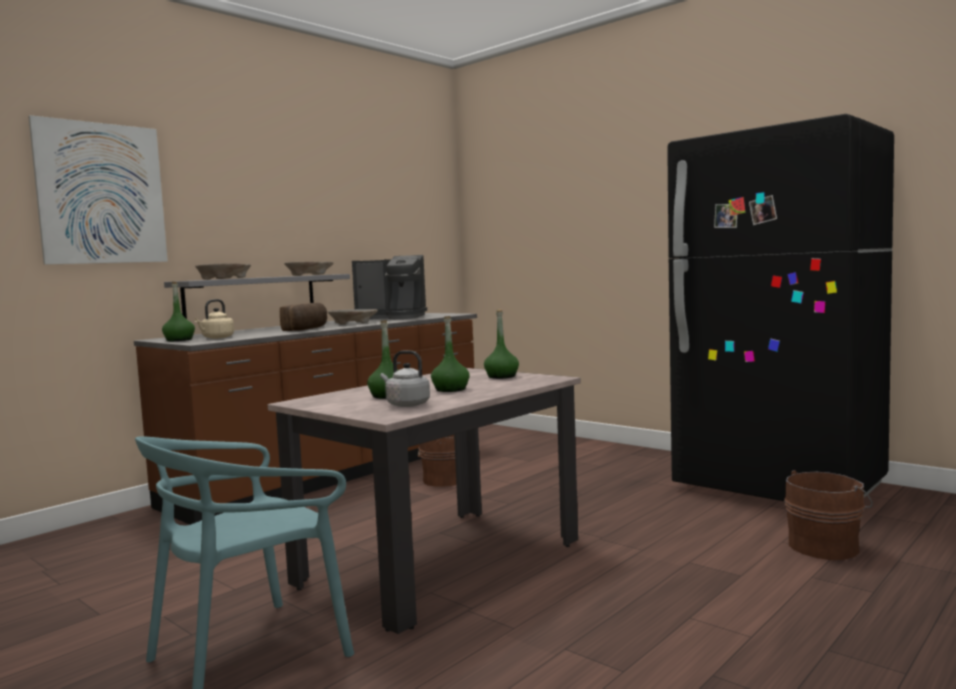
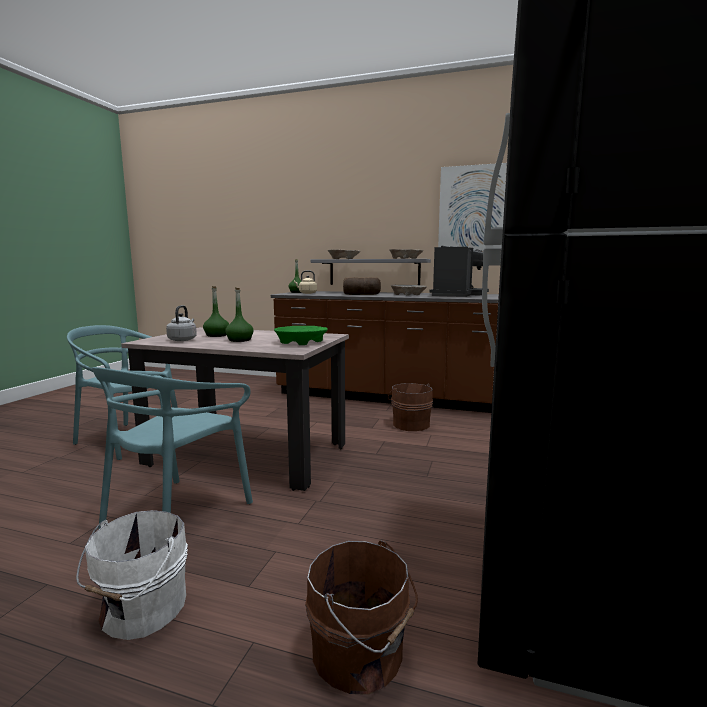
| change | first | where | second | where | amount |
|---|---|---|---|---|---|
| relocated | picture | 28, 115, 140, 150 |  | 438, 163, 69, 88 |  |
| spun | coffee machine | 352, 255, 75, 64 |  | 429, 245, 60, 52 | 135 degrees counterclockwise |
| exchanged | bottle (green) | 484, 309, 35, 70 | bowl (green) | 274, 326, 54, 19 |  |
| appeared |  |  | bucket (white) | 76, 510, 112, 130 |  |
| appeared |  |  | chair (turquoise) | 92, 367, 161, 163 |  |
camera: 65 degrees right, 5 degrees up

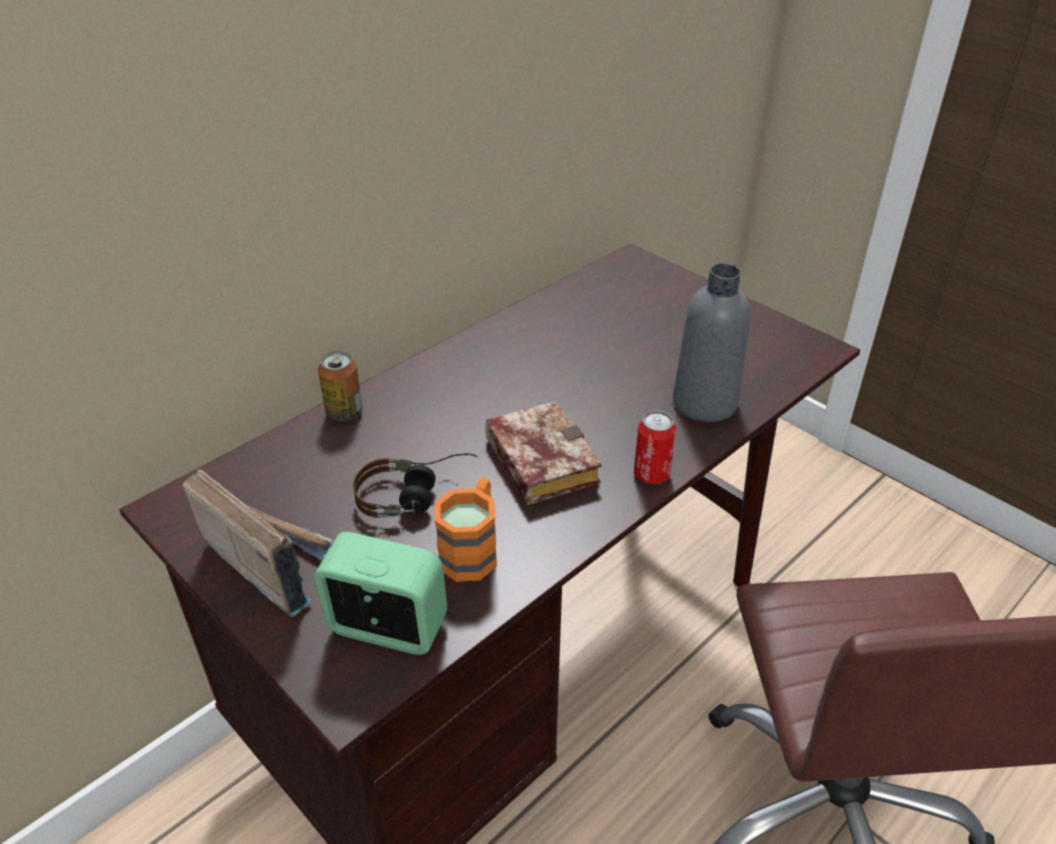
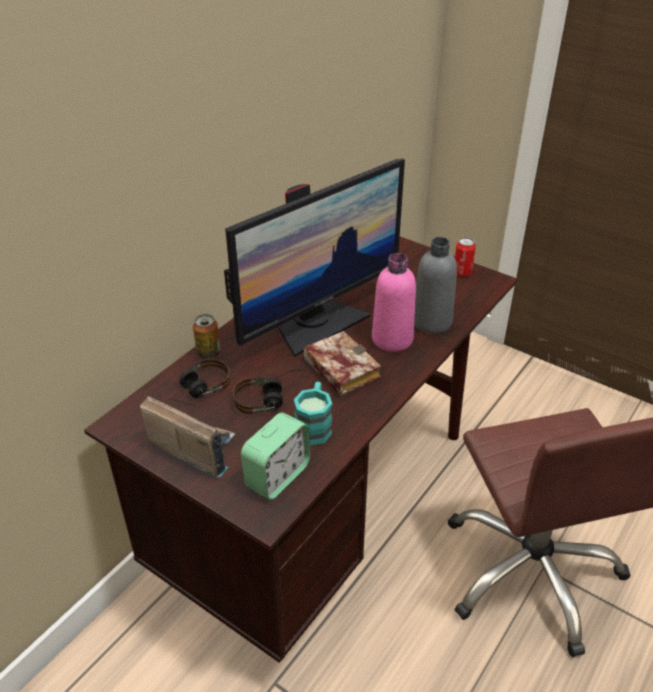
| change | first | where | second | where | amount |
|---|---|---|---|---|---|
| spun | alarm clock | 314, 532, 133, 123 |  | 241, 412, 69, 88 | 120 degrees clockwise |
| colour | mug (orange) | 434, 478, 63, 104 | mug (turquoise) | 294, 382, 38, 64 |  |
| relocated | can | 634, 411, 42, 73 |  | 454, 237, 22, 39 |  |
| appeared |  |  | headphones | 169, 359, 62, 46 |  |
| appeared |  |  | monitor | 224, 158, 181, 199 |  |
| appeared |  |  | bottle (pink) | 372, 253, 44, 99 |  |
camera: 10 degrees left, 0 degrees up

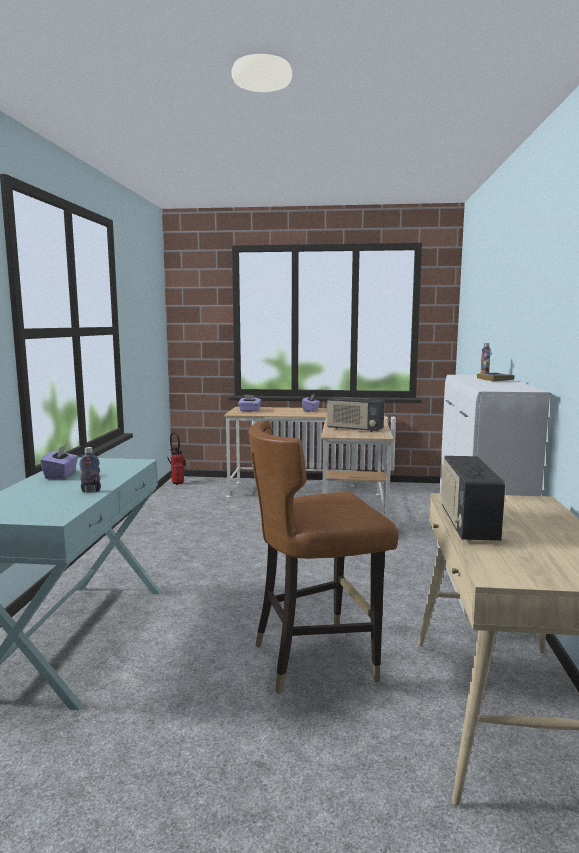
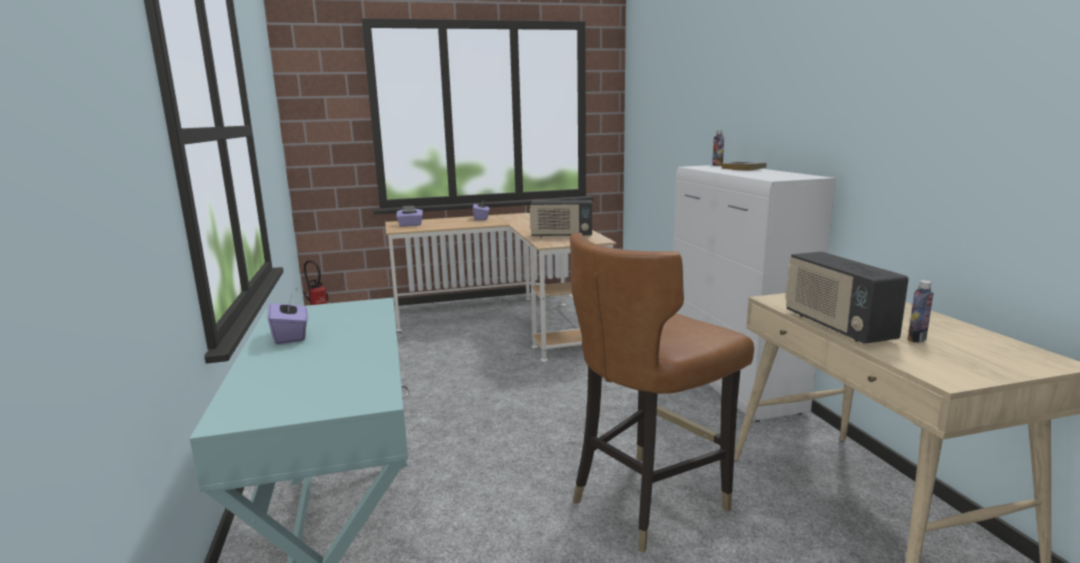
| change | first | where | second | where | amount |
|---|---|---|---|---|---|
| relocated | bottle | 79, 447, 22, 46 |  | 908, 280, 26, 63 |  |
camera: 20 degrees left, 5 degrees up

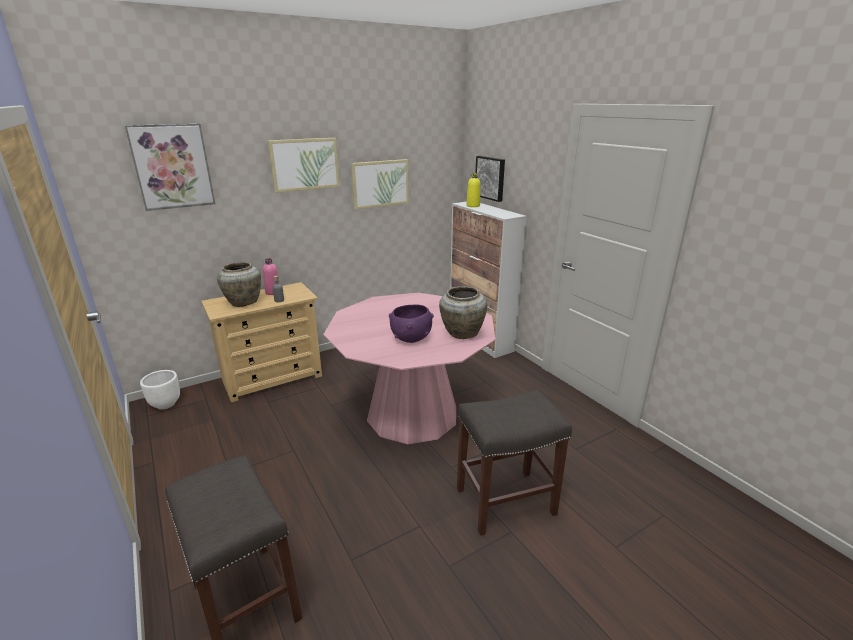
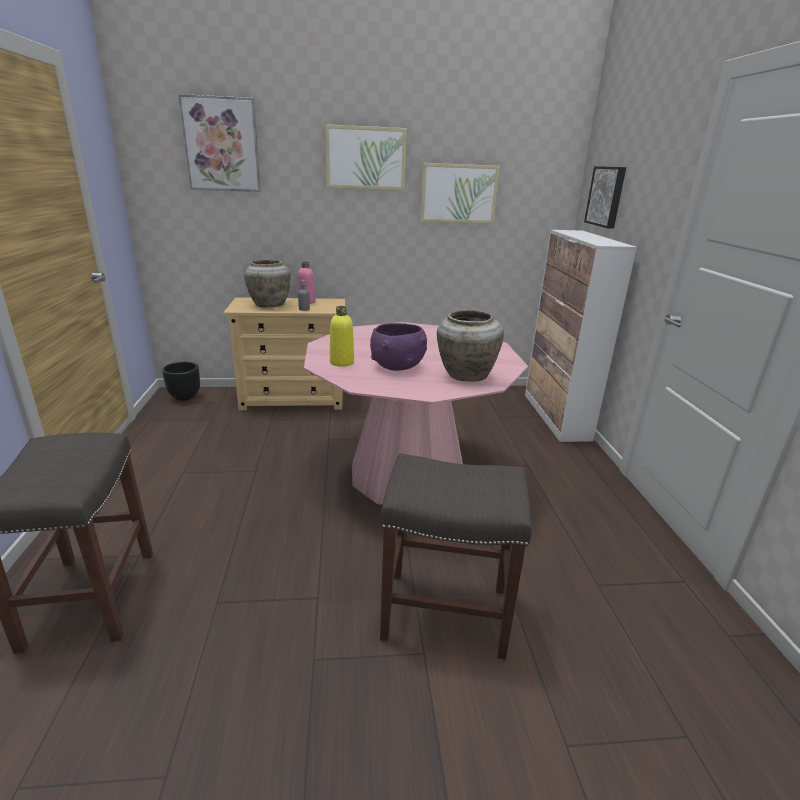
| change | first | where | second | where | amount |
|---|---|---|---|---|---|
| colour | planter (white) | 140, 370, 40, 40 | planter (black) | 162, 362, 38, 39 |  |
| relocated | bottle (yellow) | 467, 173, 13, 34 |  | 330, 306, 24, 61 |  |
camera: 25 degrees right, 0 degrees up

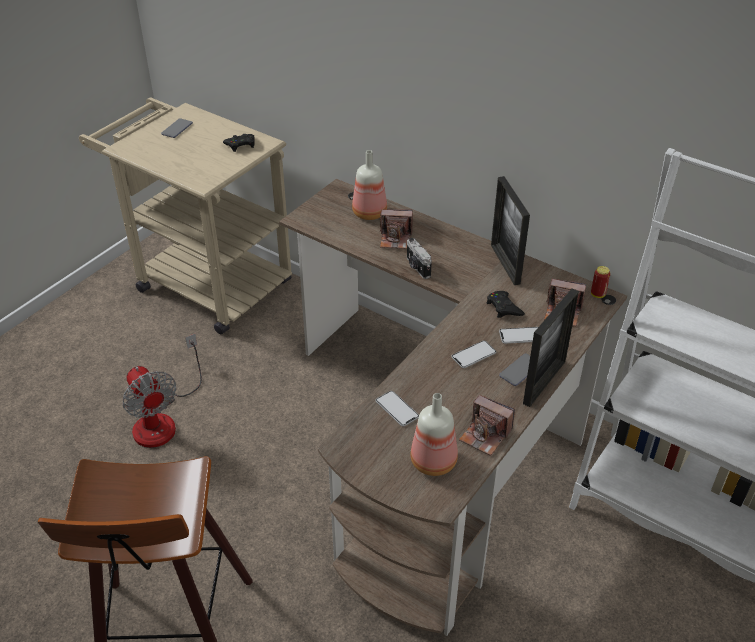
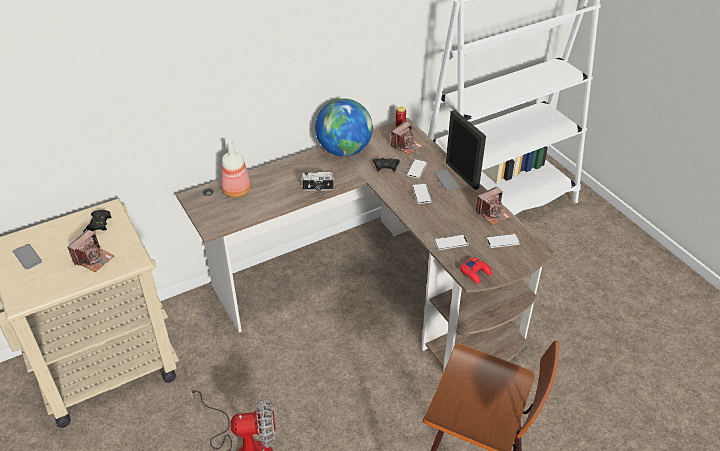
| change | first | where | second | where | amount |
|---|---|---|---|---|---|
| relocated | photo camera | 380, 210, 33, 39 |  | 67, 230, 48, 42 |  |
| exchanged | bottle | 411, 393, 47, 83 | phone | 486, 234, 34, 14 |  |
| exchanged | picture frame | 491, 176, 39, 109 | globe | 315, 98, 58, 59 |  |
| appeared |  |  | game controller (red) | 460, 258, 32, 26 |  |
camera: 65 degrees left, 0 degrees up

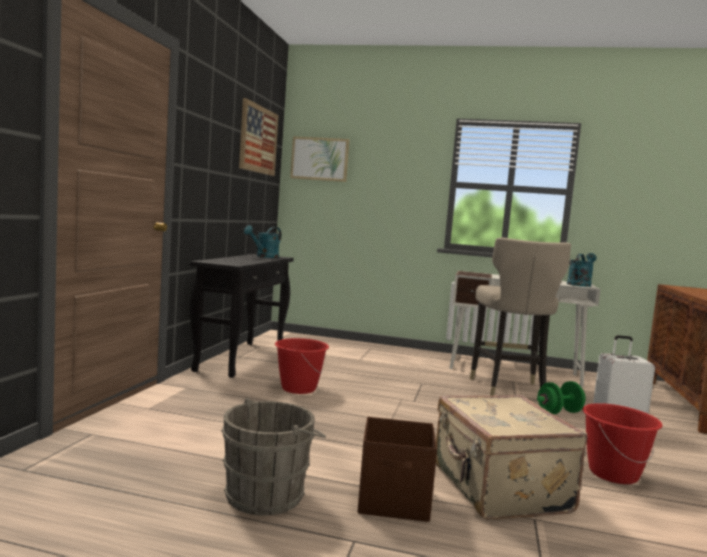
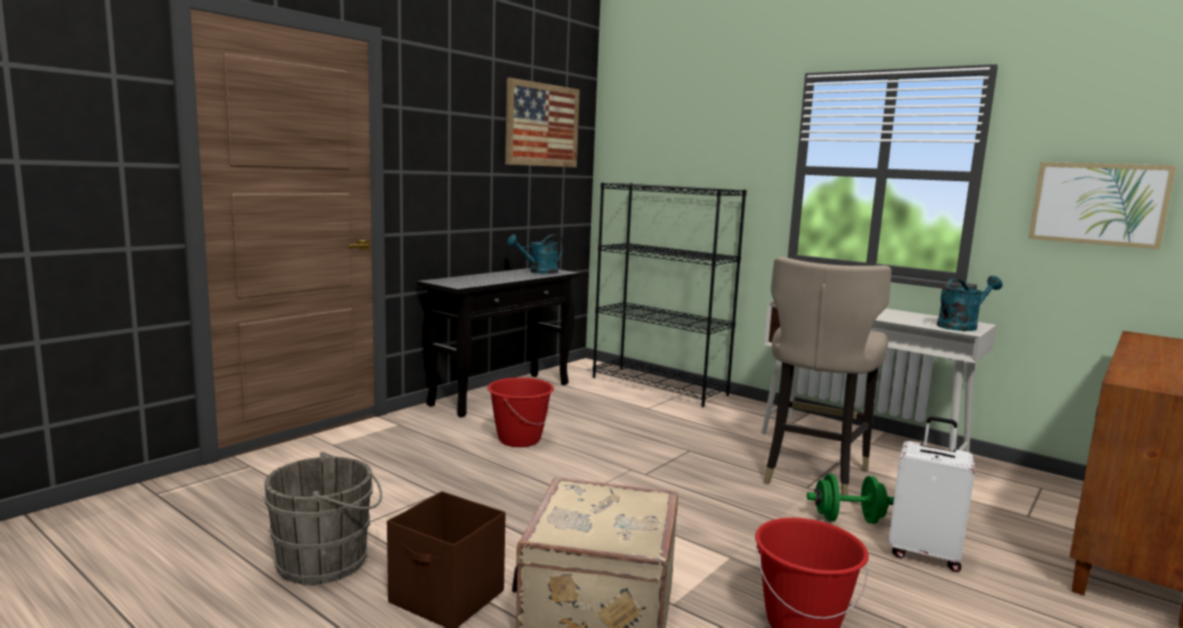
| change | first | where | second | where | amount |
|---|---|---|---|---|---|
| relocated | picture | 290, 136, 59, 46 |  | 1028, 162, 148, 87 |  |
| appeared |  |  | bookcase (black) | 593, 183, 154, 224 |  |
camera: 25 degrees right, 5 degrees up

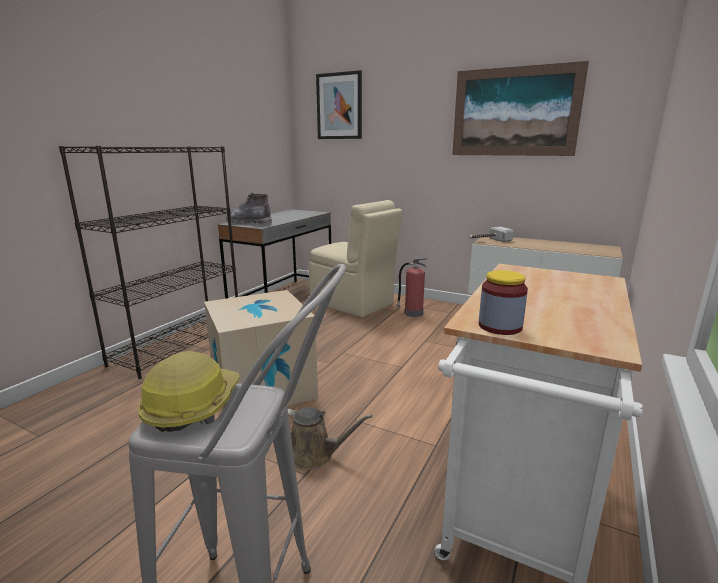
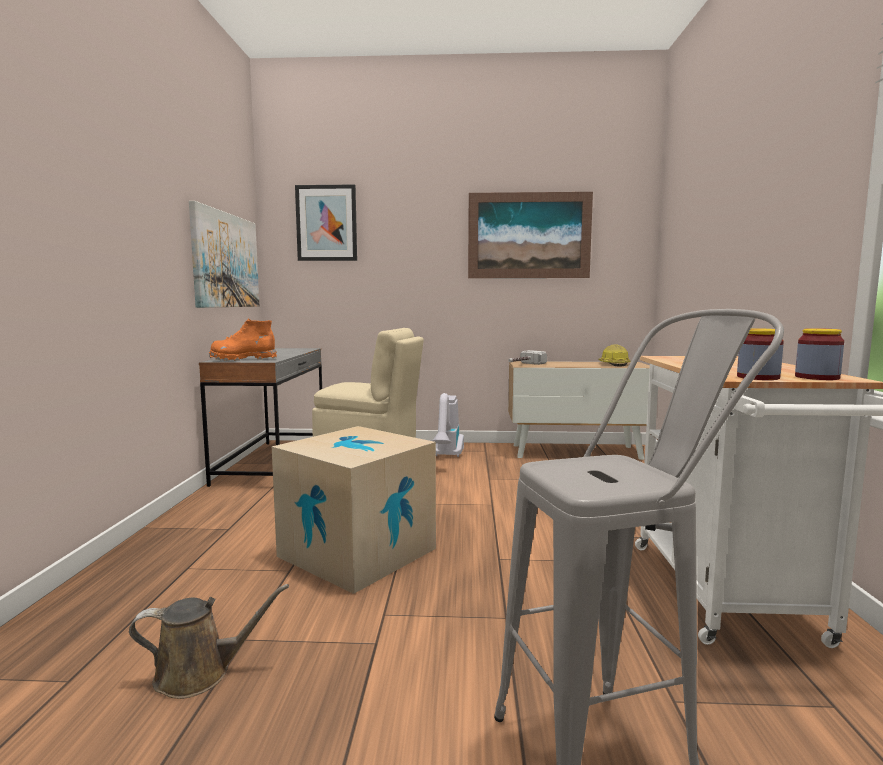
| change | first | where | second | where | amount |
|---|---|---|---|---|---|
| missing | bookcase (black) | 59, 146, 179, 233 |  |  |  |
| relocated | hard hat | 139, 351, 101, 81 |  | 598, 344, 33, 23 |  |
| colour | boot (grey) | 226, 192, 46, 33 | boot (orange) | 209, 319, 68, 42 |  |
| relocated | watering can (brown) | 288, 407, 85, 63 |  | 129, 584, 160, 115 |  |
| exchanged | fire extinguisher | 397, 258, 31, 59 | vacuum cleaner | 431, 393, 33, 64 |  |
| appeared |  |  | picture | 189, 201, 70, 107 |  |
| appeared |  |  | jar | 795, 328, 49, 52 |  |
camera: 25 degrees left, 10 degrees down

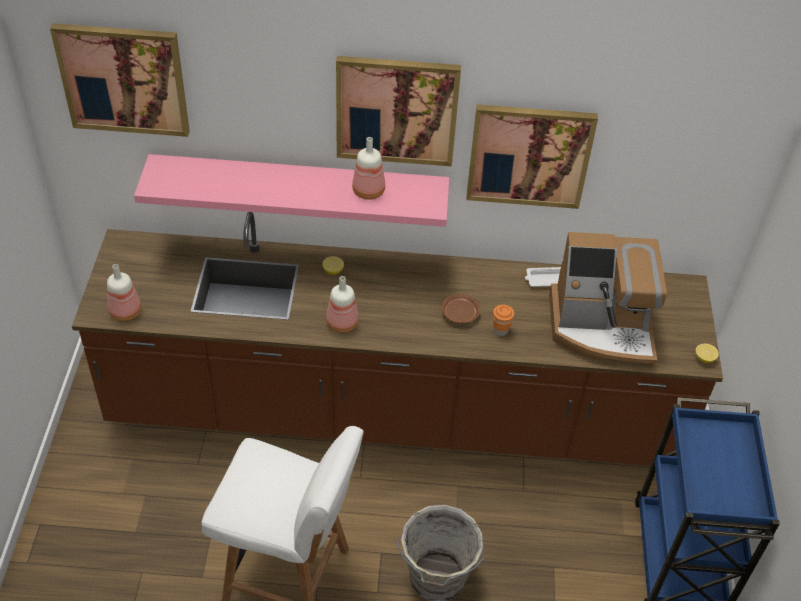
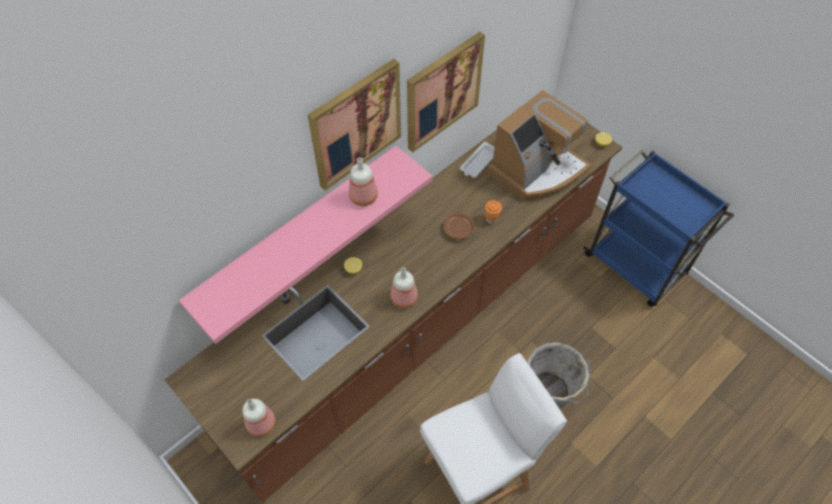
| change | first | where | second | where | amount |
|---|---|---|---|---|---|
| missing | picture | 50, 23, 140, 114 |  |  |  |
camera: 45 degrees left, 10 degrees up

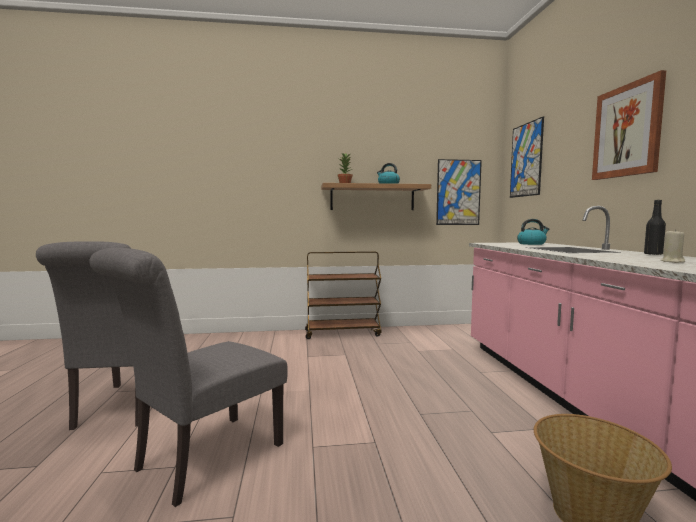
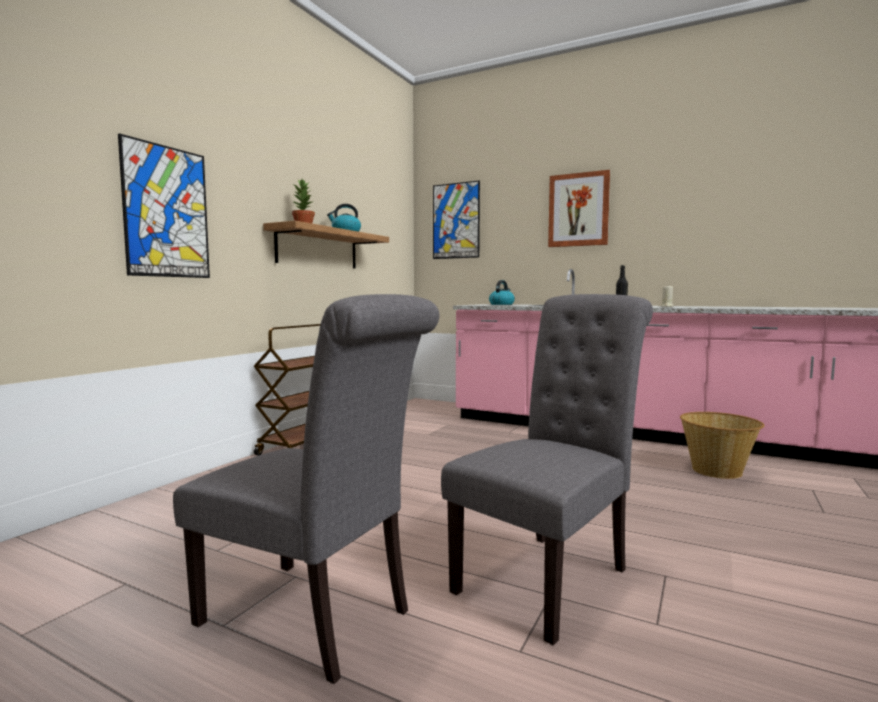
| change | first | where | second | where | amount |
|---|---|---|---|---|---|
| spun | chair (grey) | 89, 248, 199, 259 |  | 441, 294, 212, 351 | 120 degrees counterclockwise |
| relocated | picture | 436, 159, 46, 66 |  | 118, 133, 92, 145 |  |
camera: 55 degrees left, 0 degrees up

